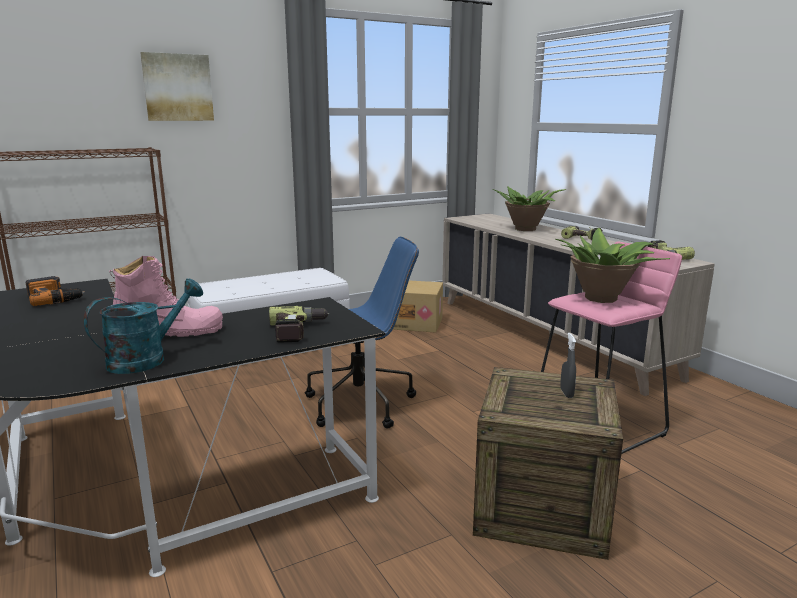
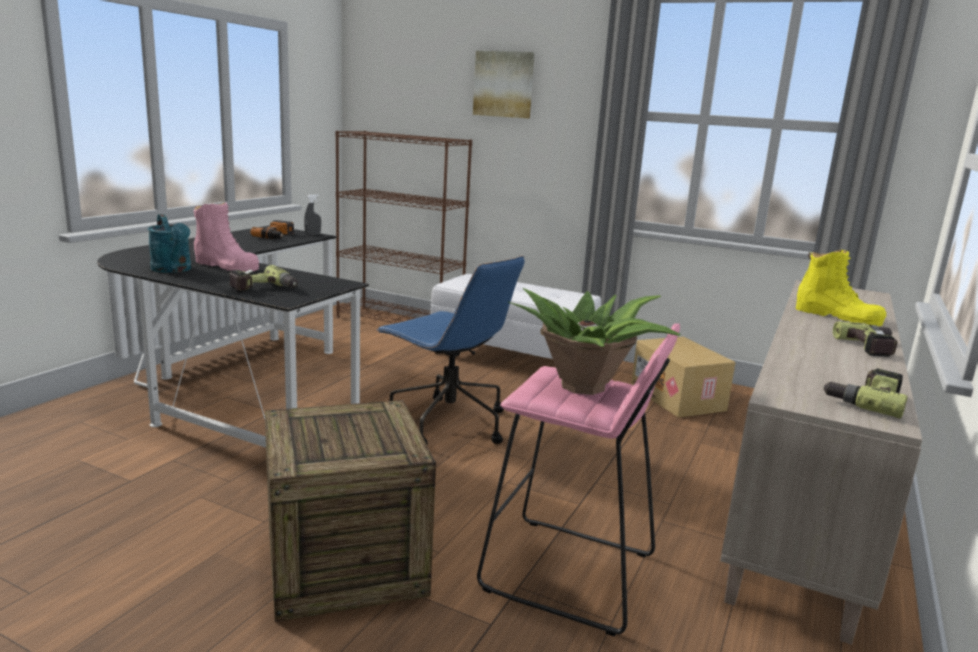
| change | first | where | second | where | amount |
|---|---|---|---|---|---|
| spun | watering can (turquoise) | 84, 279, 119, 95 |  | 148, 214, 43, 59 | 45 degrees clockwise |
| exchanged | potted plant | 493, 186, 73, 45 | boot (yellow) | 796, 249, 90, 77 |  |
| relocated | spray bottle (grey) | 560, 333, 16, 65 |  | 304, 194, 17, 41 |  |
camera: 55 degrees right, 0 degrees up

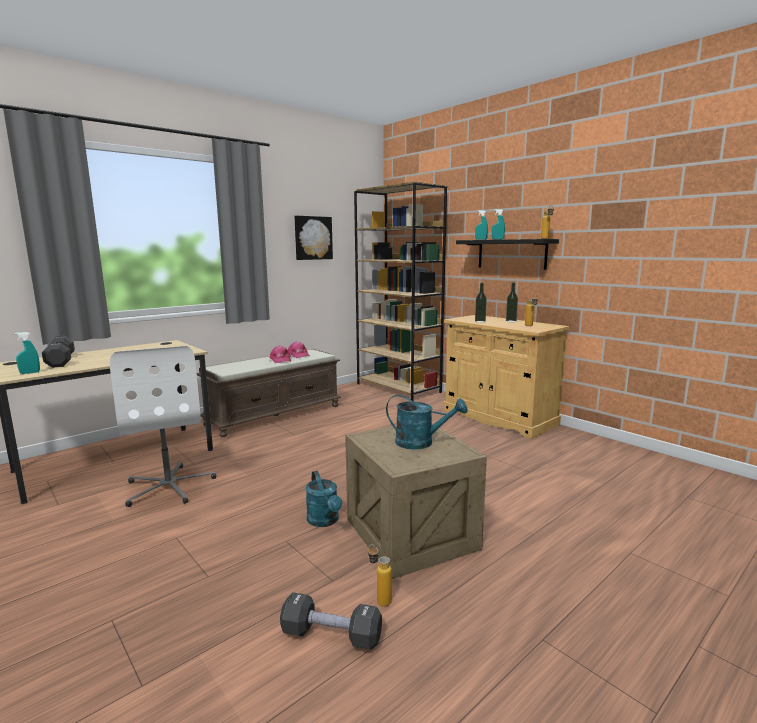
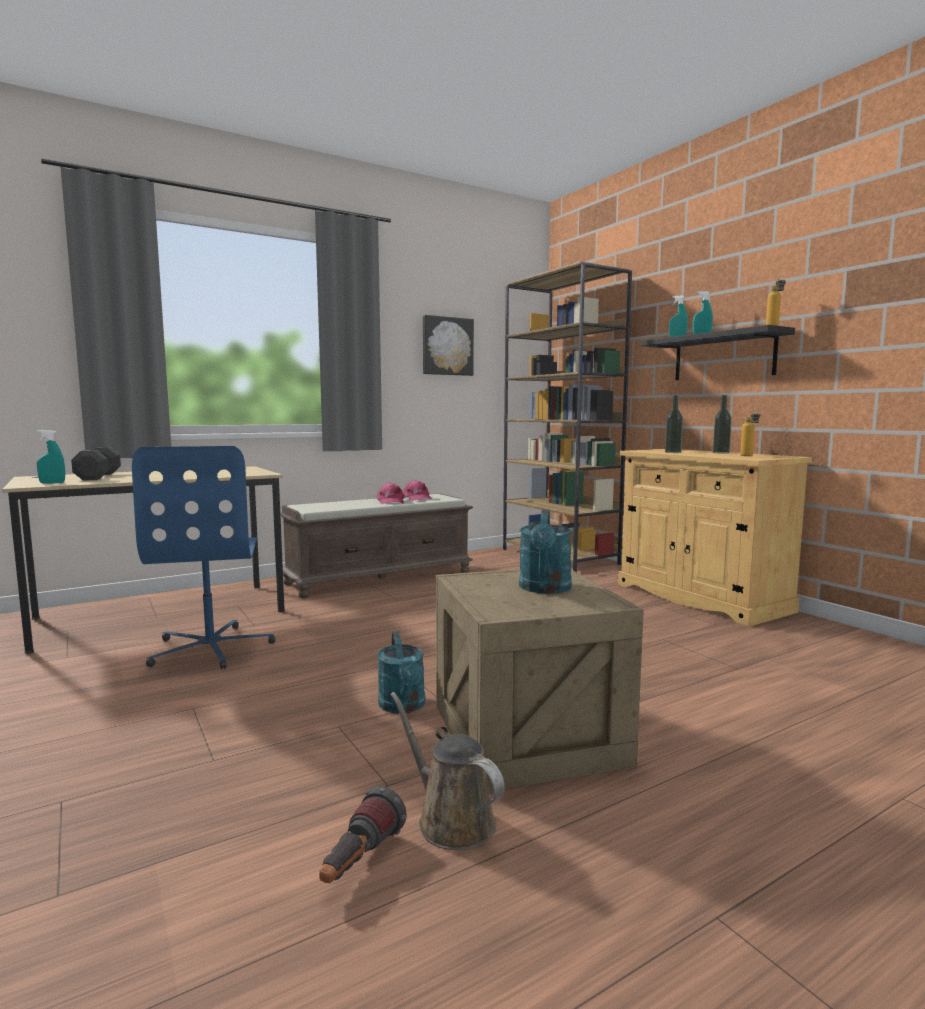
| change | first | where | second | where | amount |
|---|---|---|---|---|---|
| colour | office chair (white) | 110, 346, 106, 161 | office chair (blue) | 132, 446, 143, 223 |  |
| exchanged | dumbbell (black) | 280, 592, 102, 58 | flashlight | 319, 786, 88, 97 |  |
| exchanged | bottle | 368, 544, 24, 63 | watering can (brown) | 390, 692, 115, 158 |  |
| spun | watering can (turquoise) | 386, 395, 82, 54 |  | 519, 509, 53, 85 | 75 degrees clockwise |
camera: 10 degrees right, 5 degrees down

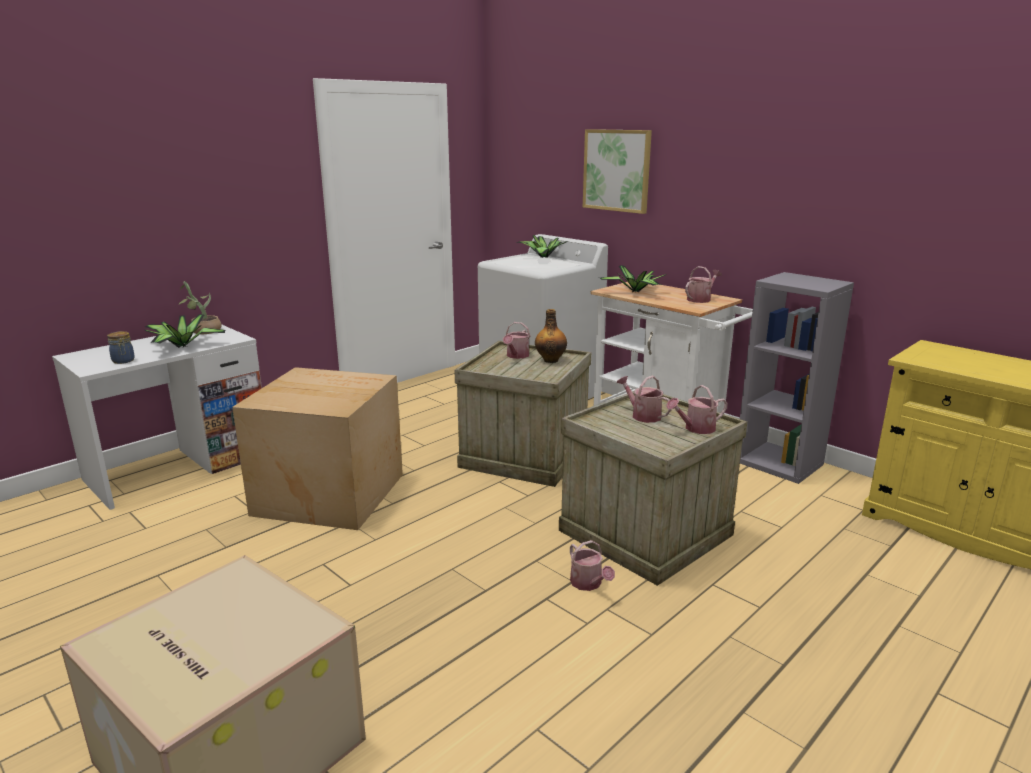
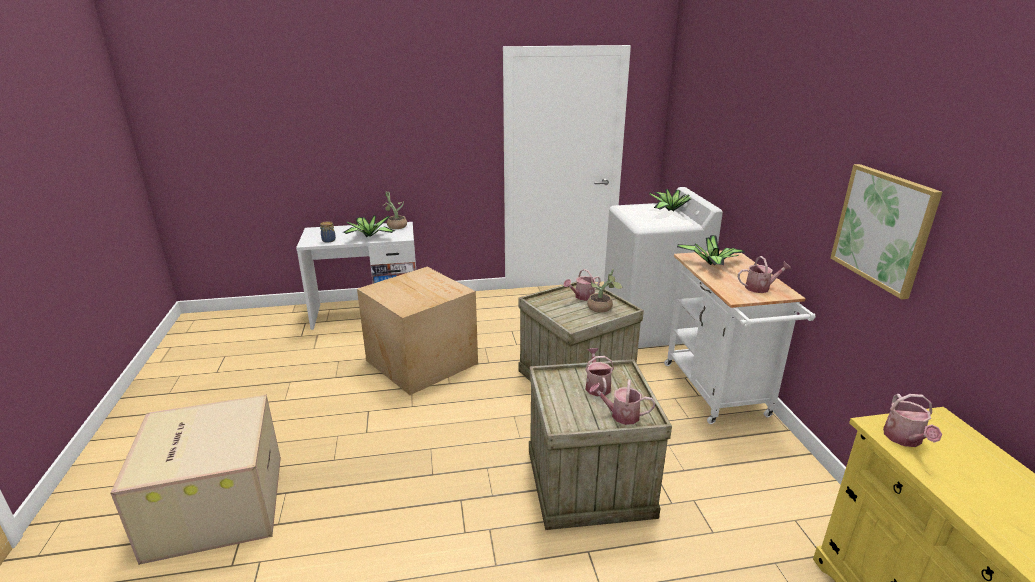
| change | first | where | second | where | amount |
|---|---|---|---|---|---|
| exchanged | bottle | 535, 309, 32, 54 | potted plant | 587, 269, 36, 43 |  |
| relocated | watering can | 570, 540, 45, 51 |  | 883, 394, 59, 53 |  |
| relocated | picture | 583, 129, 69, 85 |  | 830, 164, 112, 135 |  |
| missing | bookcase (grey) | 740, 272, 114, 212 |  |  |  |
camera: 35 degrees right, 5 degrees up

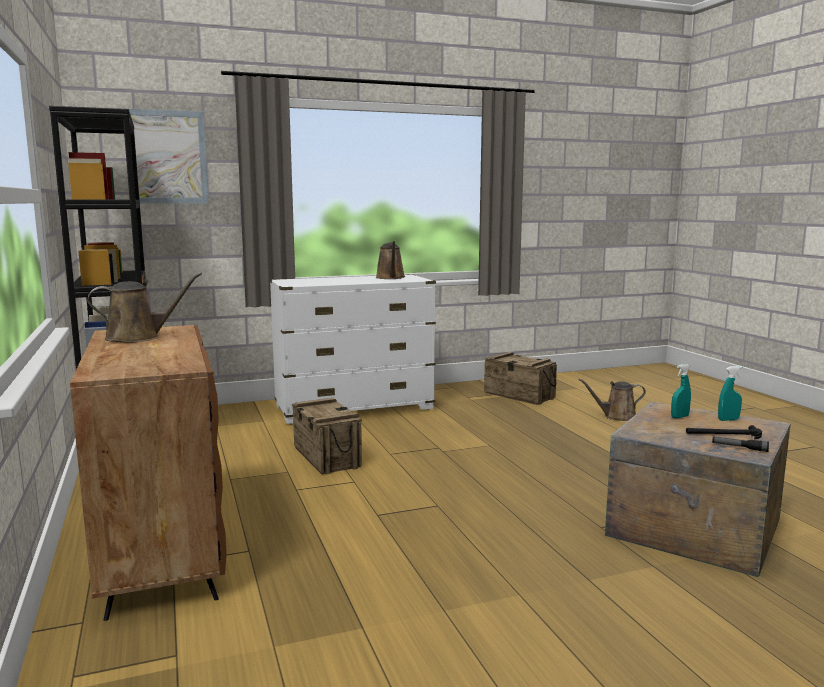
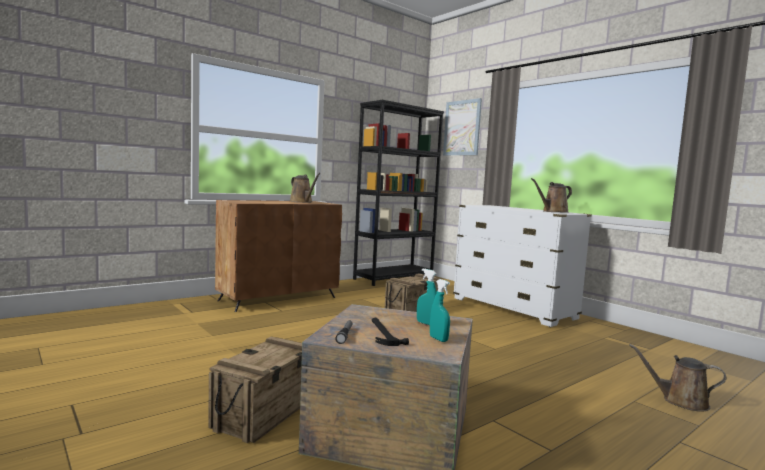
| change | first | where | second | where | amount |
|---|---|---|---|---|---|
| relocated | crate | 484, 352, 73, 53 |  | 208, 337, 94, 106 |  |
| spun | watering can (brown) | 579, 379, 67, 42 |  | 629, 344, 97, 68 | 45 degrees counterclockwise |
camera: 70 degrees right, 5 degrees down

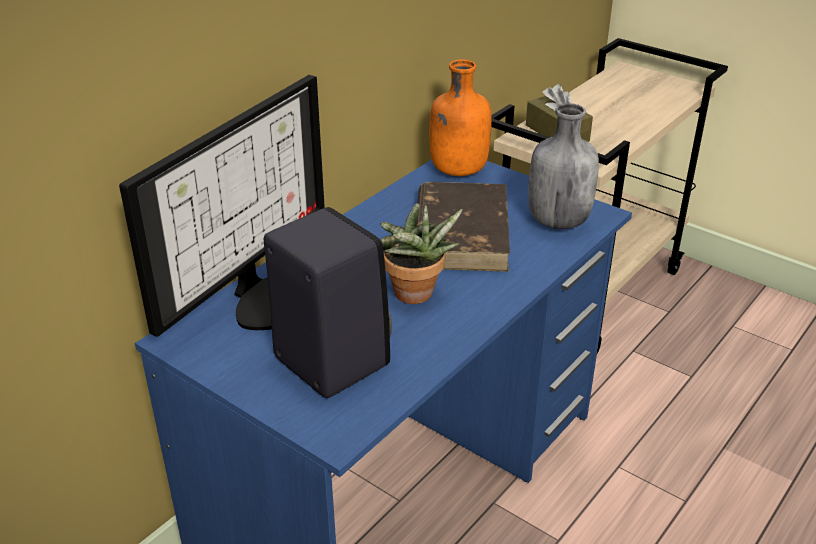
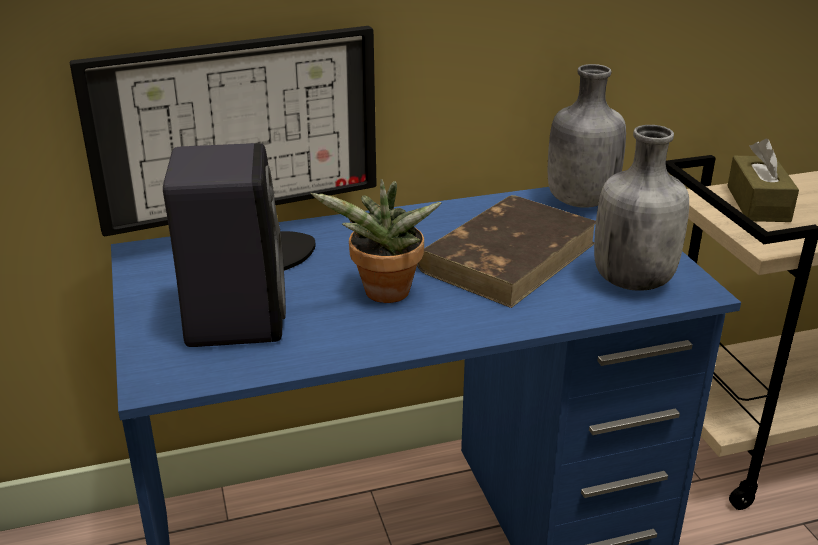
| change | first | where | second | where | amount |
|---|---|---|---|---|---|
| colour | bottle (orange) | 430, 60, 62, 116 | bottle (grey) | 547, 64, 79, 144 |  |
camera: 35 degrees right, 5 degrees down

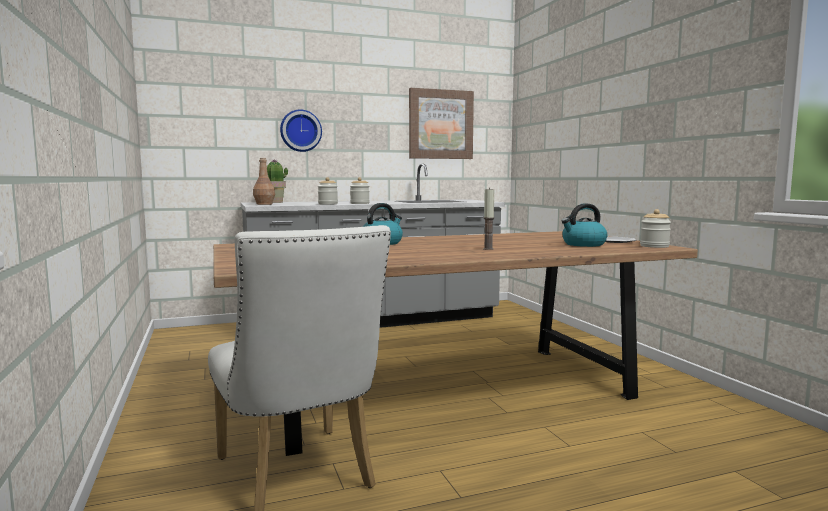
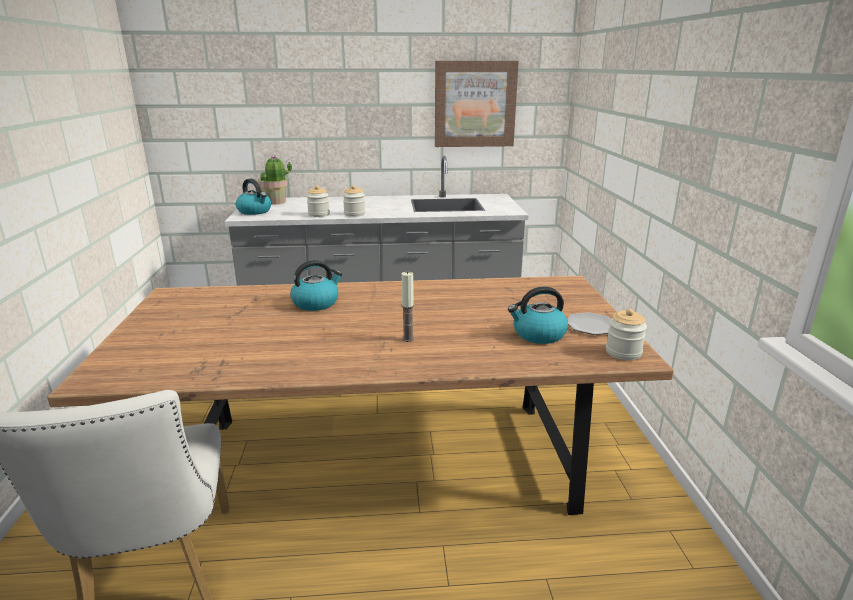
| change | first | where | second | where | amount |
|---|---|---|---|---|---|
| exchanged | bottle (brown) | 253, 158, 22, 47 | kettle | 236, 179, 35, 36 |  |
| missing | wall clock | 280, 109, 42, 43 |  |  |  |
camera: 15 degrees right, 15 degrees up

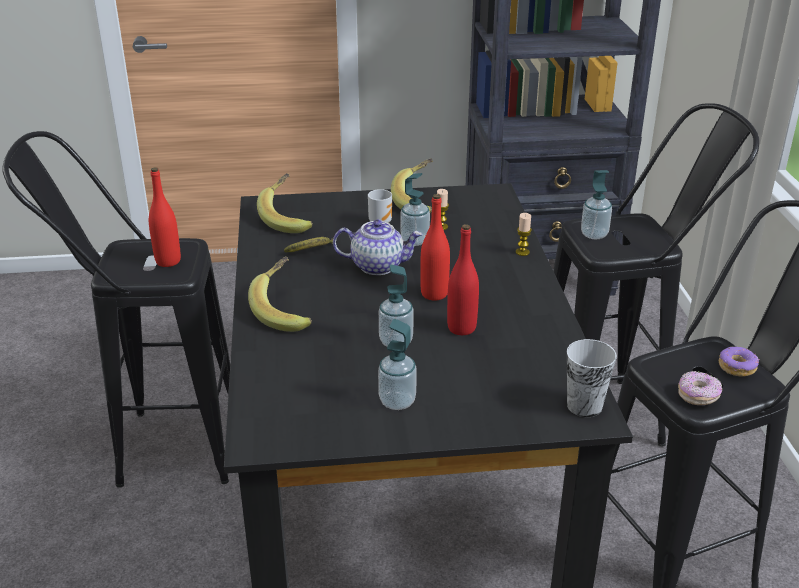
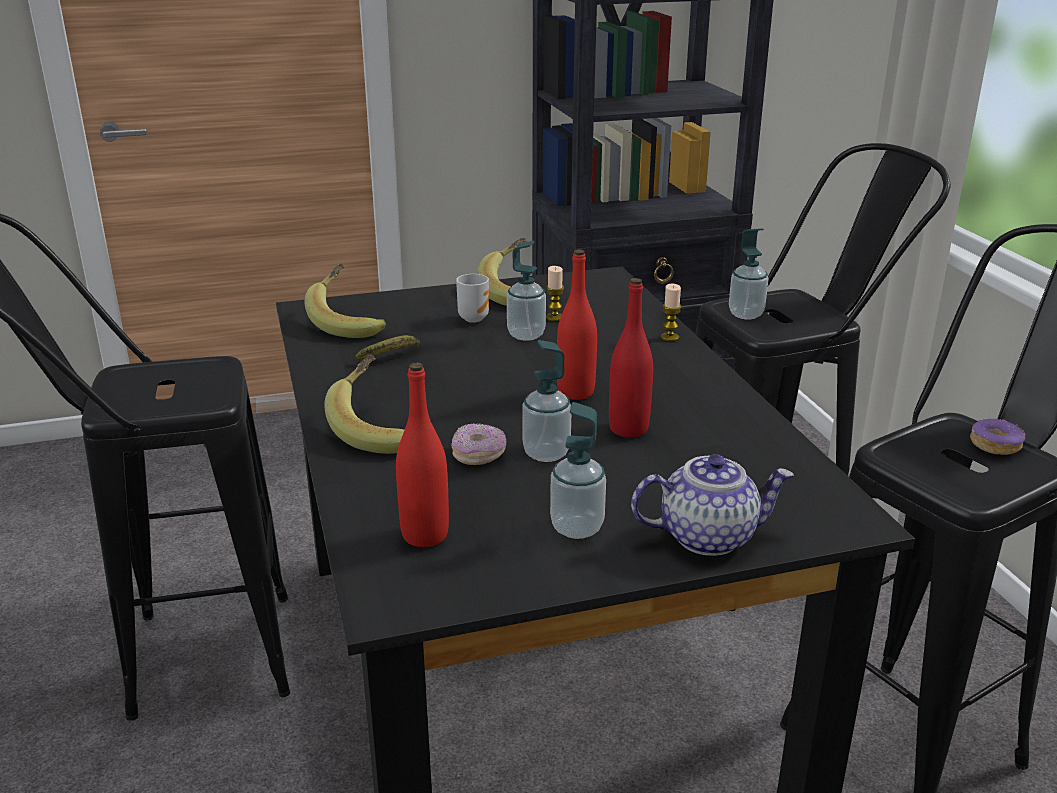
| change | first | where | second | where | amount |
|---|---|---|---|---|---|
| relocated | bottle (red) | 149, 167, 32, 100 |  | 396, 363, 53, 184 |  |
| relocated | teapot | 333, 220, 89, 55 |  | 631, 454, 163, 102 |  |
| missing | cup | 567, 339, 50, 78 |  |  |  |
| relocated | donut | 678, 371, 44, 34 |  | 451, 423, 55, 42 |  |
camera: 10 degrees left, 5 degrees down

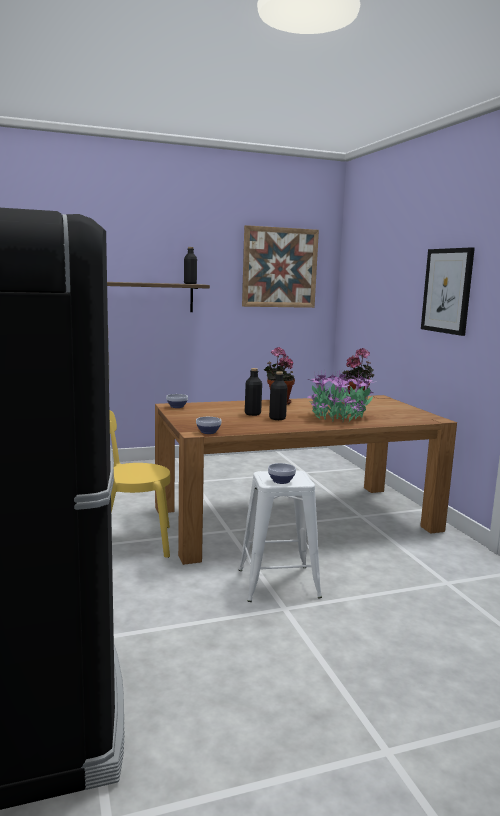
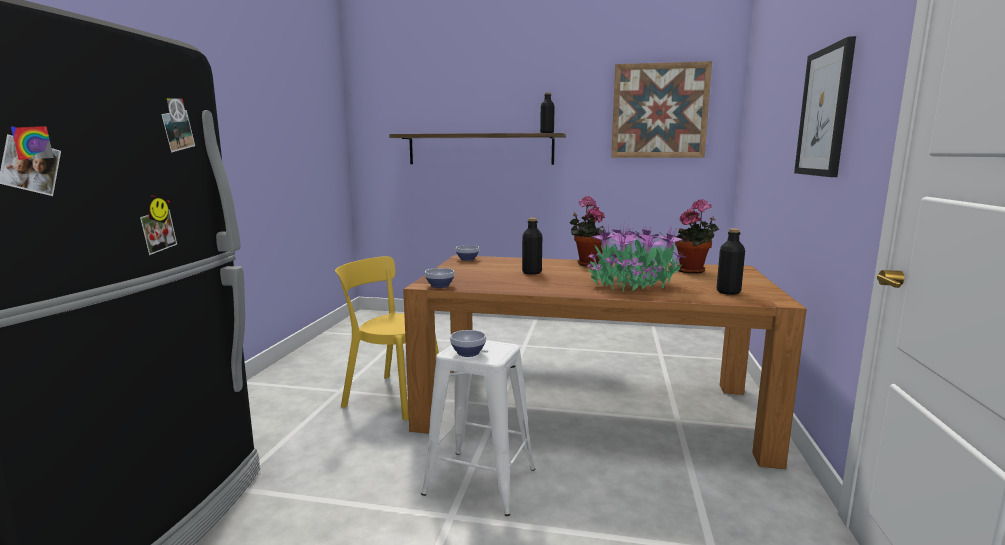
| change | first | where | second | where | amount |
|---|---|---|---|---|---|
| relocated | bottle (black) | 269, 371, 18, 49 |  | 717, 229, 28, 66 |  |
camera: 30 degrees right, 0 degrees up

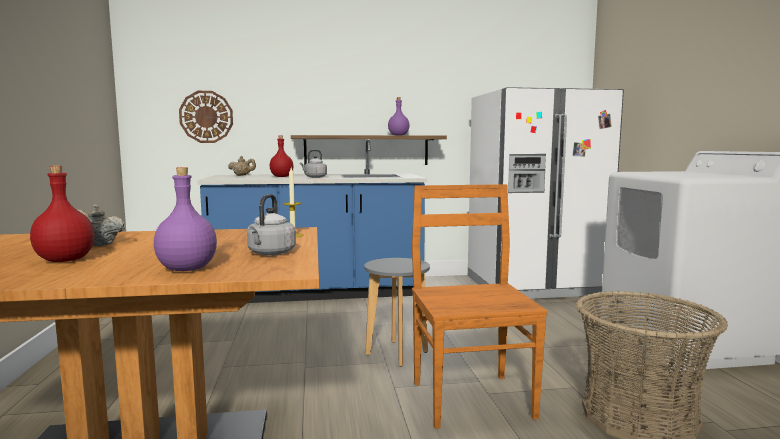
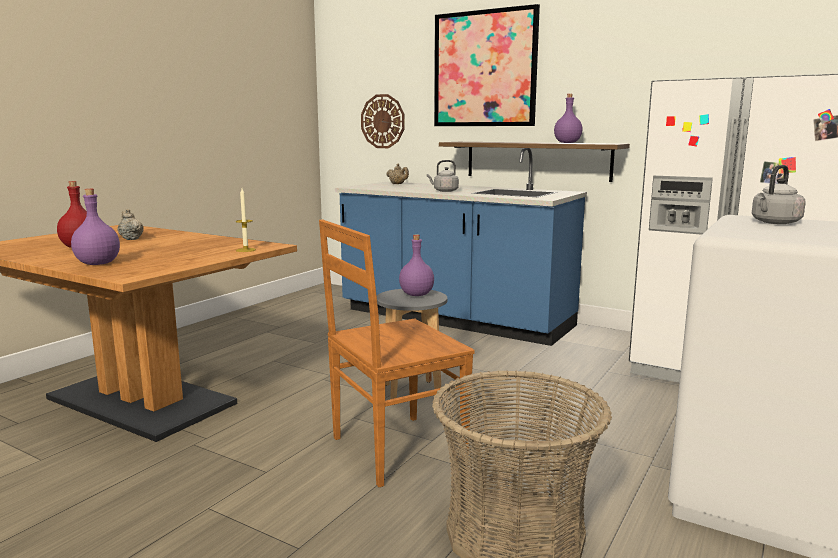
| change | first | where | second | where | amount |
|---|---|---|---|---|---|
| relocated | kettle (grey) | 247, 194, 49, 61 |  | 752, 165, 54, 59 |  |
| missing | bottle (red) | 270, 136, 23, 41 |  |  |  |
| spun | chair (brown) | 412, 184, 136, 245 |  | 319, 219, 156, 268 | 150 degrees counterclockwise |
| appeared |  |  | bottle (purple) | 399, 234, 35, 62 |  |
| appeared |  |  | picture | 434, 4, 106, 122 |  |
camera: 40 degrees right, 5 degrees up

